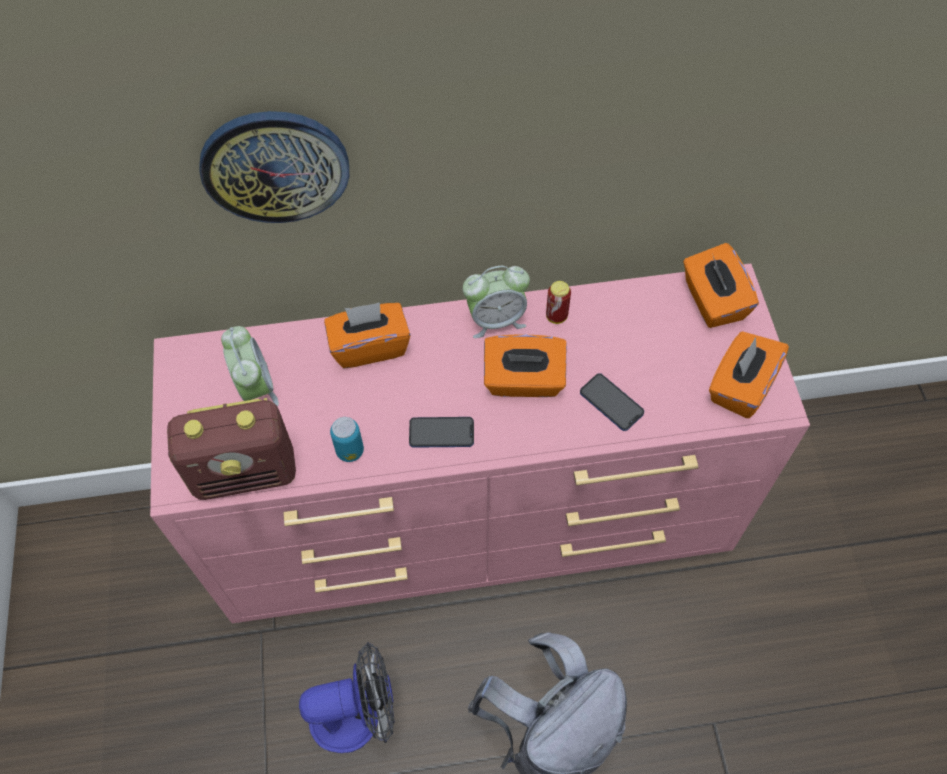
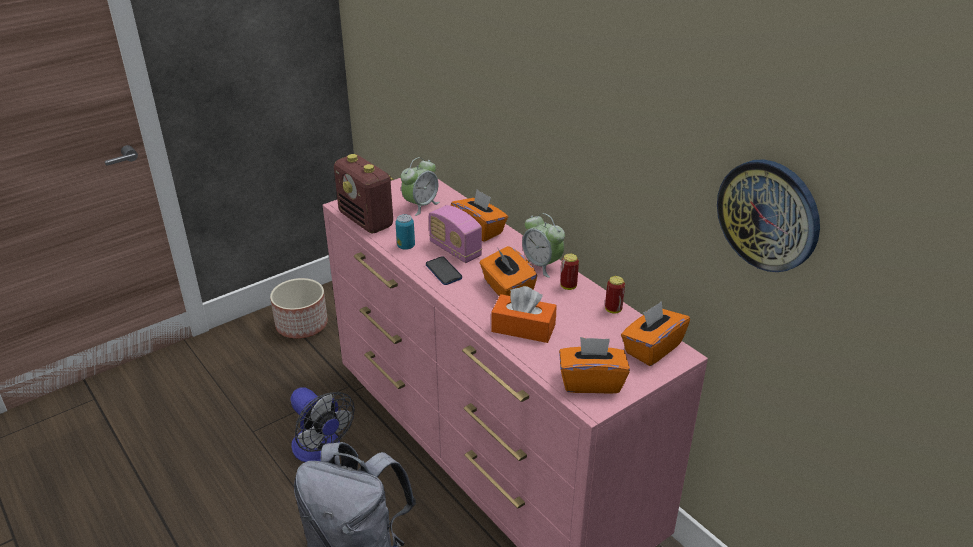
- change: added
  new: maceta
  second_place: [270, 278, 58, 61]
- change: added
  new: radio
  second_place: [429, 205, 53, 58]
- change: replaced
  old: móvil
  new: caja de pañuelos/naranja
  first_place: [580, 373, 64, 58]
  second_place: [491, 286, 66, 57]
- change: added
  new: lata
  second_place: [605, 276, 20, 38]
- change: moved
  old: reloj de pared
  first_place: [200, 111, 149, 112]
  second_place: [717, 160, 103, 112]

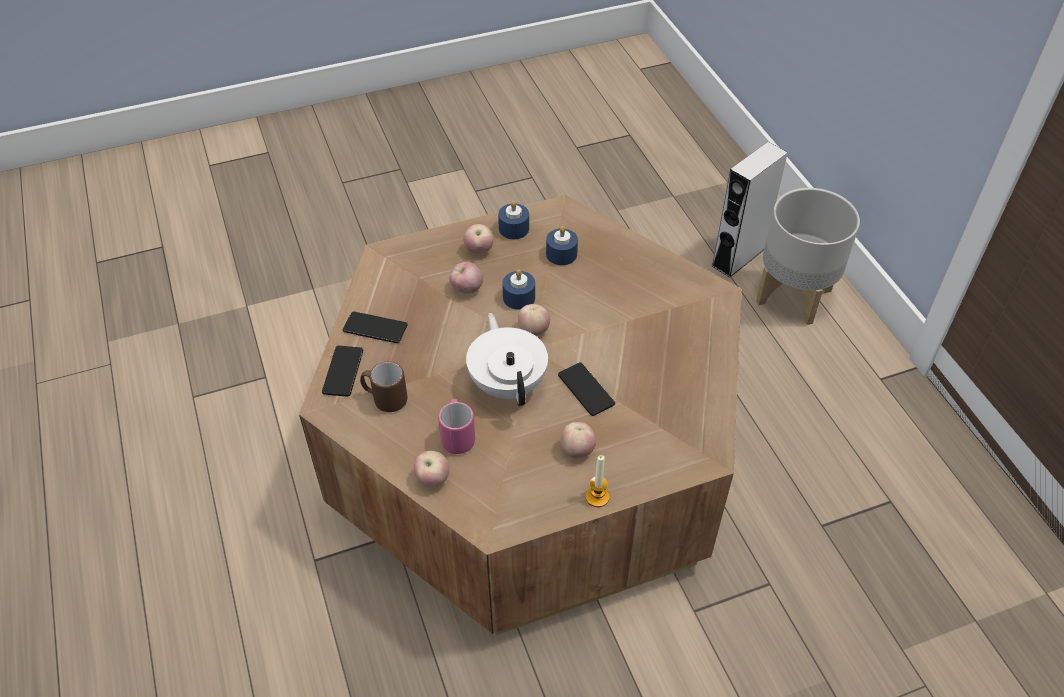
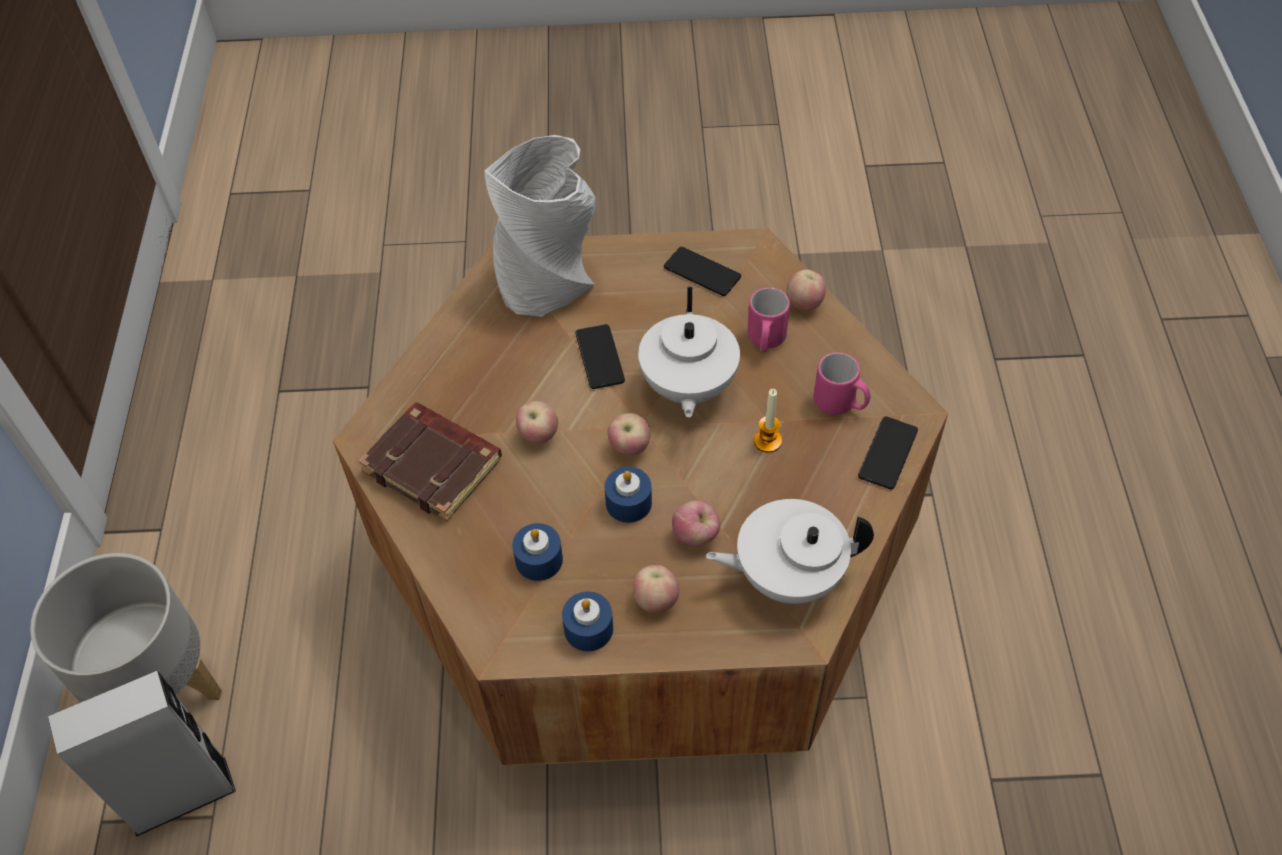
- change: added
  new: libro/marrón
  second_place: [359, 402, 143, 119]
- change: added
  new: florero/gris
  second_place: [484, 135, 112, 182]
- change: moved
  old: manzana
  first_place: [561, 422, 35, 36]
  second_place: [516, 401, 42, 43]
- change: moved
  old: móvil
  first_place: [343, 311, 65, 32]
  second_place: [664, 246, 77, 50]
- change: added
  new: tetera/blanco
  second_place: [706, 499, 168, 105]
- change: moved
  old: vela
  first_place: [586, 455, 24, 52]
  second_place: [754, 389, 28, 64]
- change: recoloured
  old: taza grande/marrón
  new: taza grande/rosa
  first_place: [360, 361, 47, 51]
  second_place: [814, 352, 56, 63]

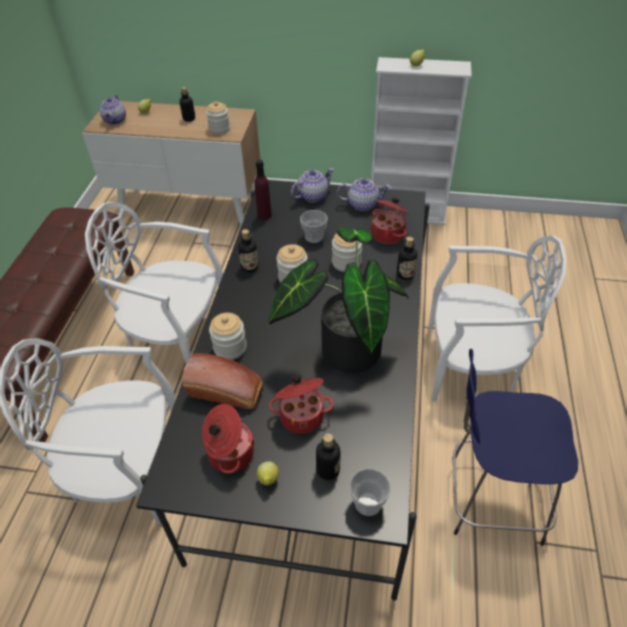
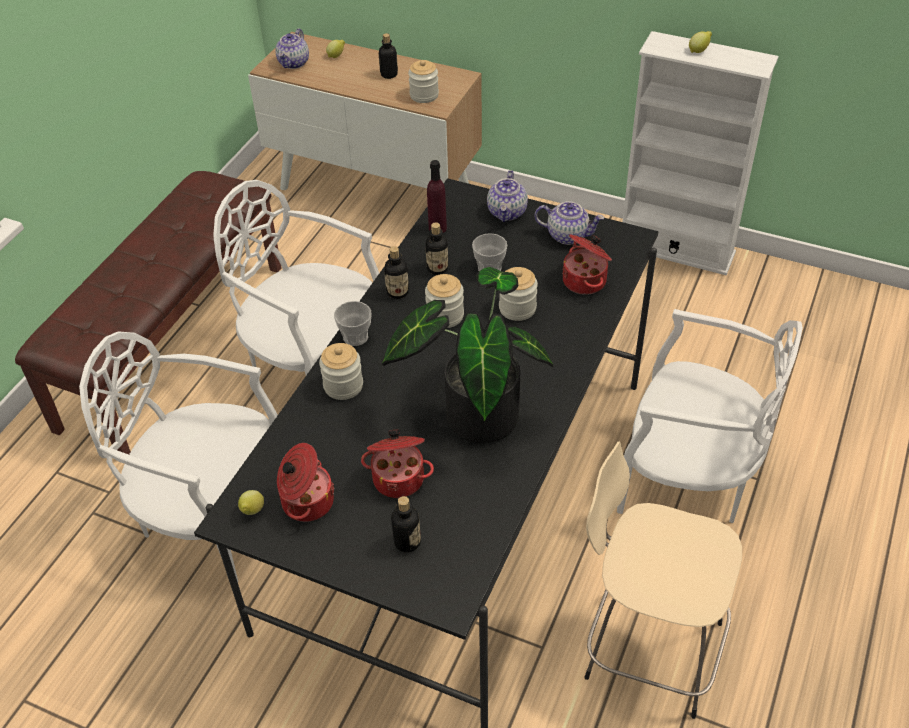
- change: moved
  old: limón
  first_place: [257, 461, 22, 24]
  second_place: [238, 490, 26, 25]
- change: moved
  old: taza
  first_place: [349, 468, 42, 48]
  second_place: [334, 301, 37, 45]
- change: moved
  old: botella
  first_place: [397, 237, 20, 43]
  second_place: [425, 222, 23, 53]
- change: turned
  old: tetera
  first_place: [291, 168, 43, 34]
  second_place: [487, 170, 41, 52]
  degrees: 120
- change: recoloured
  old: taburete/azul
  new: taburete/beis
  first_place: [452, 349, 126, 197]
  second_place: [584, 441, 158, 278]
- change: removed
  old: pan
  first_place: [182, 353, 81, 56]

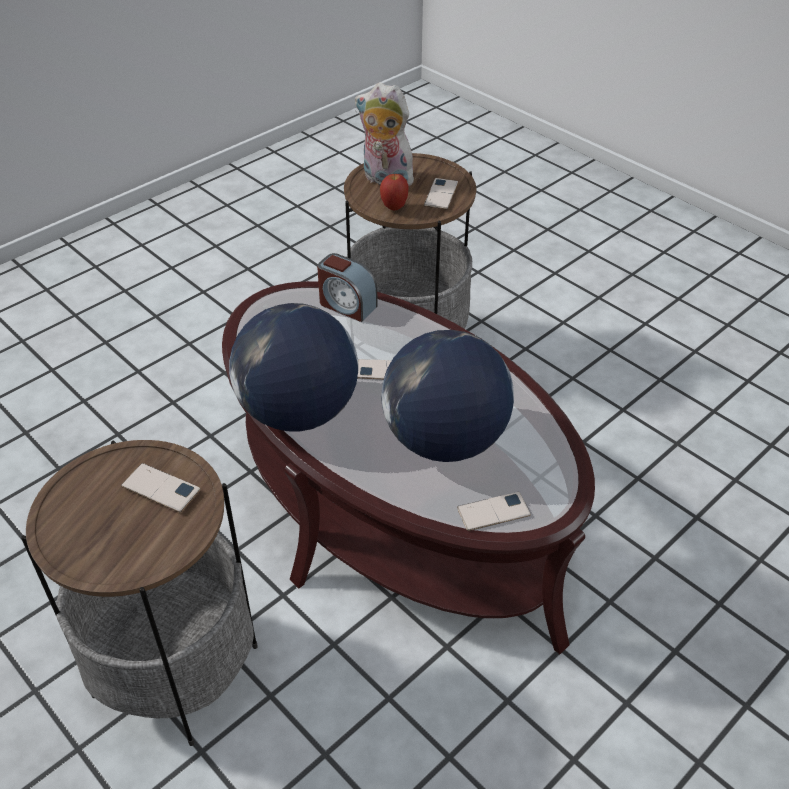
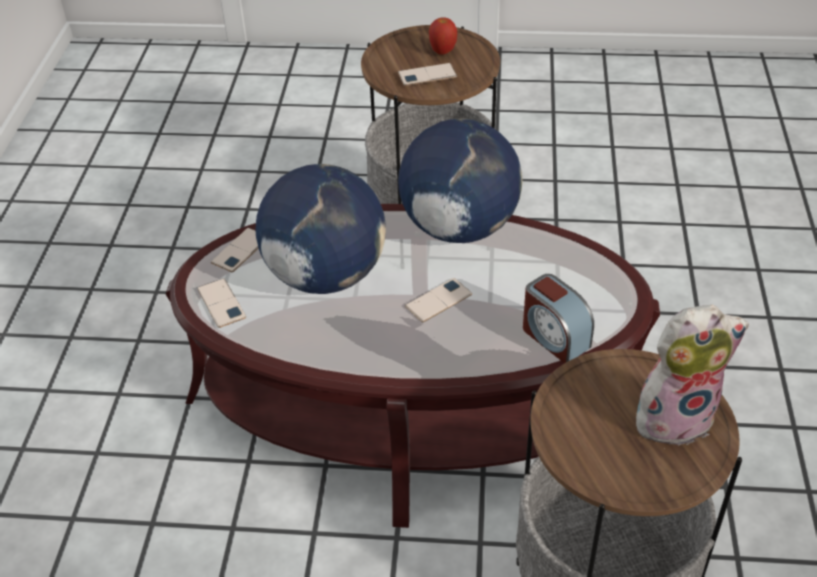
- change: moved
  old: móvil
  first_place: [424, 178, 34, 31]
  second_place: [197, 278, 49, 50]
- change: moved
  old: manzana
  first_place: [380, 174, 29, 36]
  second_place: [429, 17, 28, 38]
- change: turned
  old: despertador
  first_place: [317, 253, 61, 69]
  second_place: [523, 274, 71, 90]
  degrees: -120

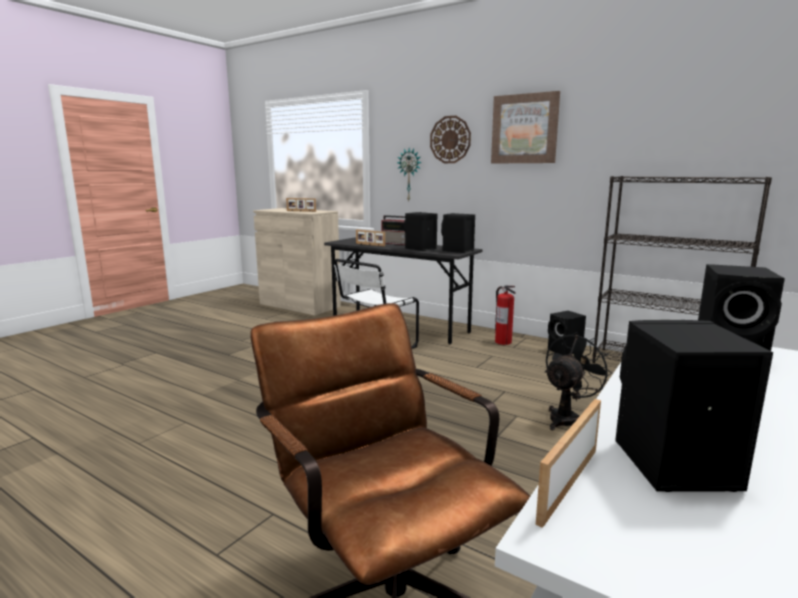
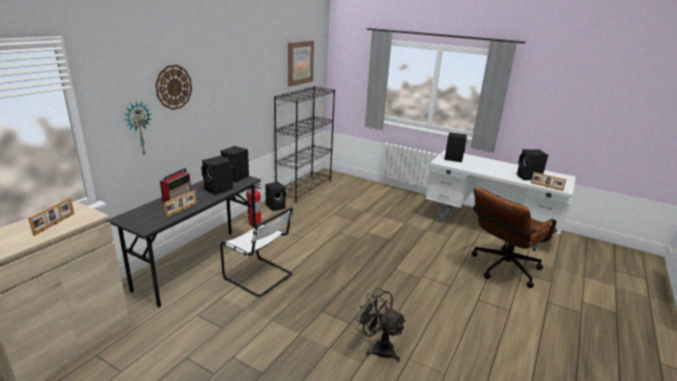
- change: moved
  old: cuadro
  first_place: [491, 91, 69, 72]
  second_place: [288, 40, 26, 47]
- change: moved
  old: ventilador/negro
  first_place: [545, 332, 67, 98]
  second_place: [355, 288, 51, 74]

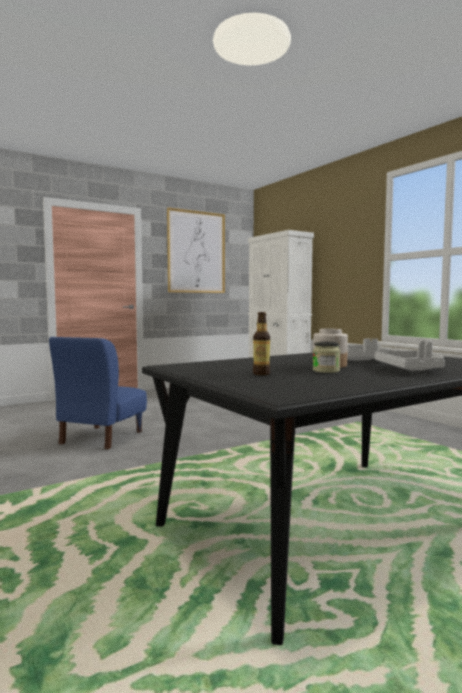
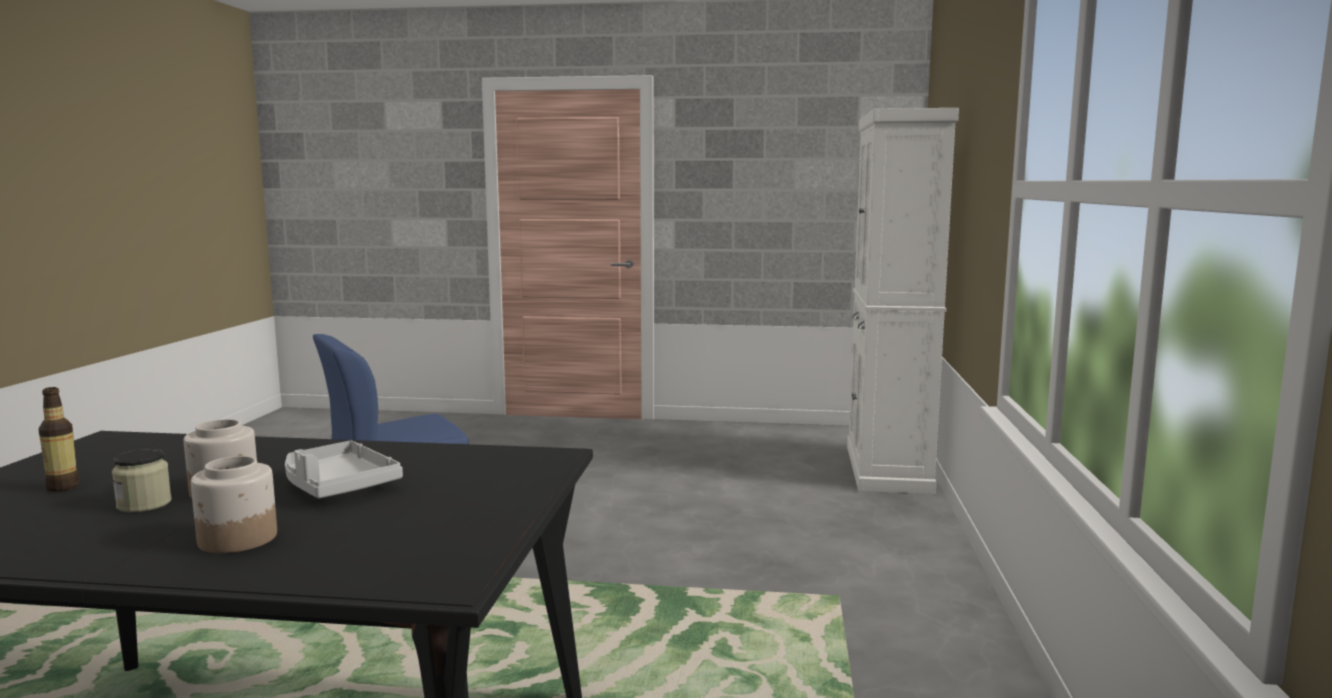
- change: replaced
  old: bandeja/gris
  new: tarro
  first_place: [375, 341, 70, 30]
  second_place: [191, 456, 86, 97]
- change: removed
  old: cuadro
  first_place: [167, 207, 58, 86]

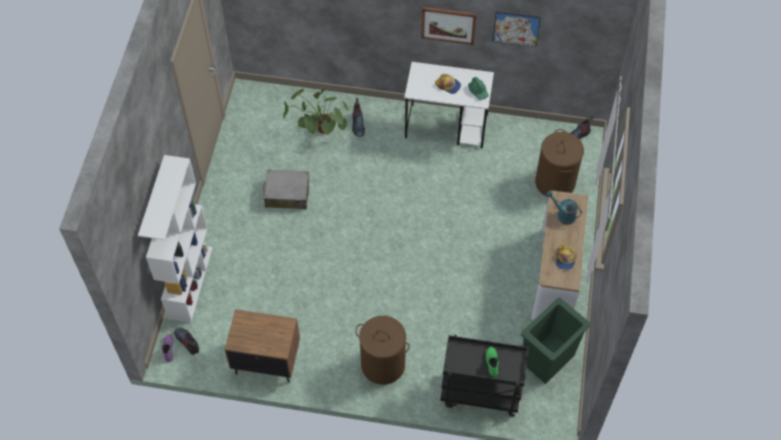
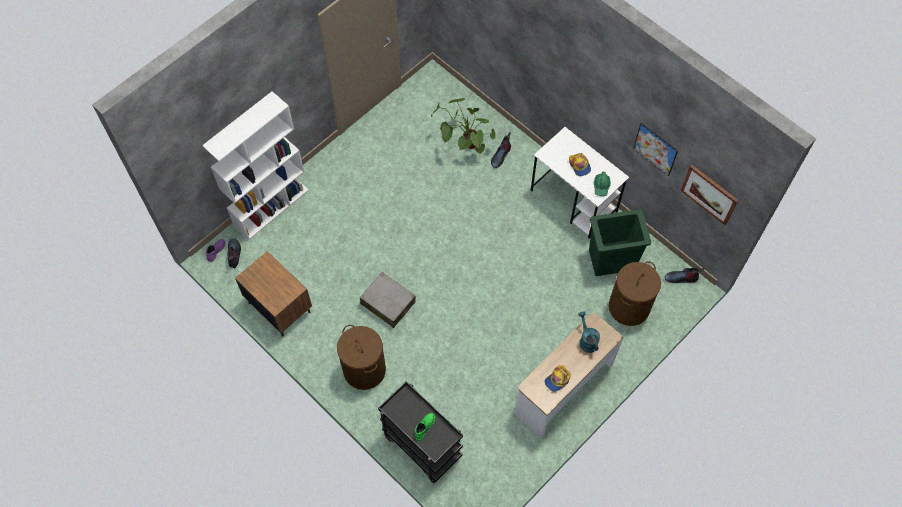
- change: moved
  old: maleta/gris
  first_place: [263, 170, 46, 39]
  second_place: [360, 272, 56, 56]
- change: moved
  old: papelera/verde
  first_place: [521, 298, 69, 86]
  second_place: [589, 209, 62, 67]
- change: moved
  old: cuadro
  first_place: [421, 7, 56, 38]
  second_place: [680, 165, 58, 60]

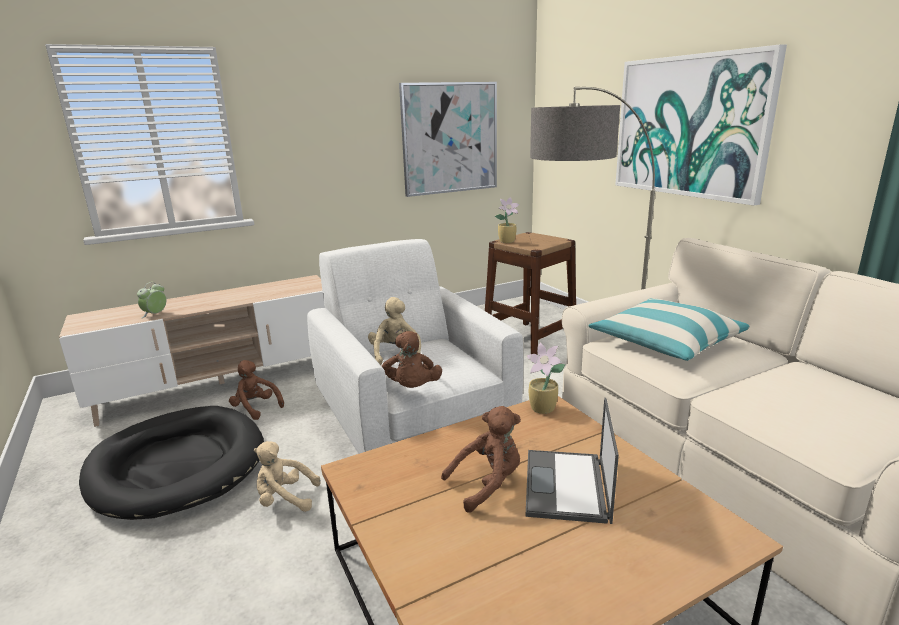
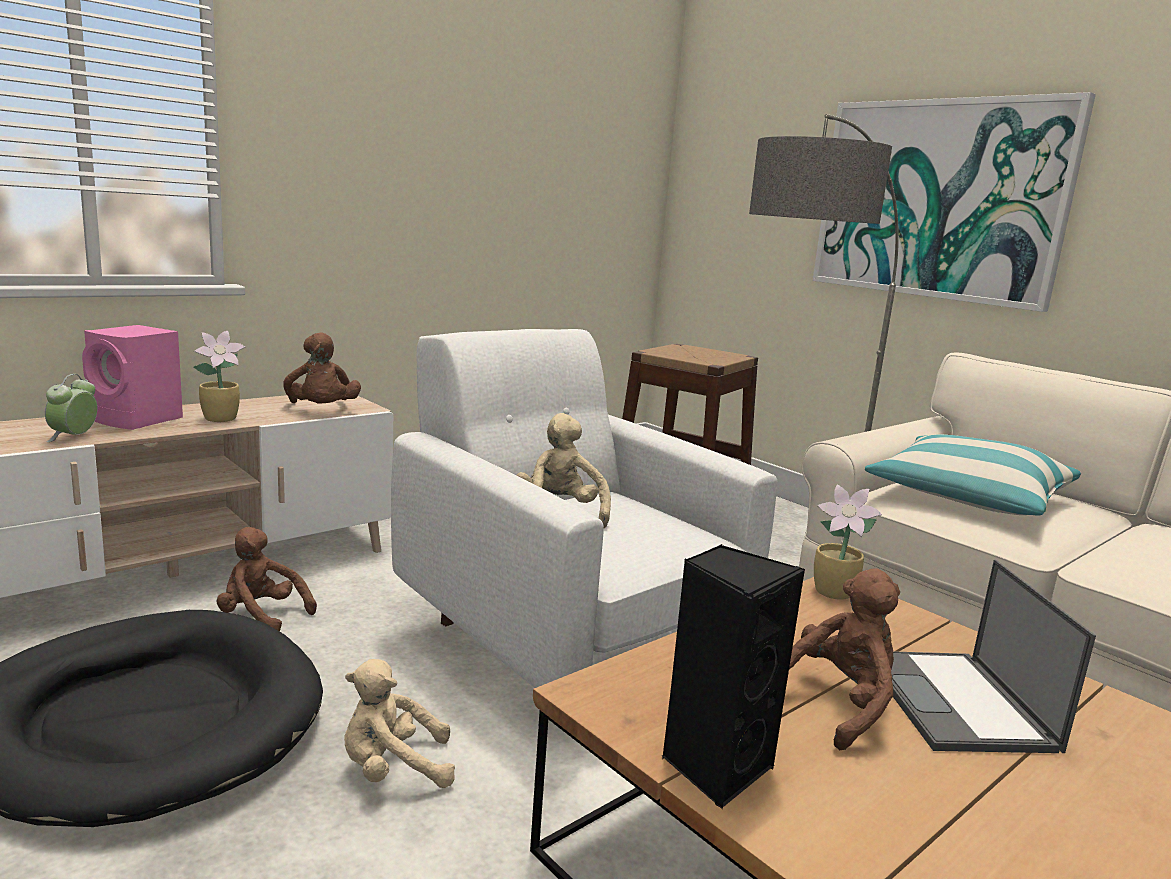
- change: added
  new: altavoz/rosa
  second_place: [82, 325, 101, 105]
- change: moved
  old: planta en maceta
  first_place: [495, 197, 24, 46]
  second_place: [193, 331, 52, 91]
- change: moved
  old: peluche/marrón
  first_place: [382, 331, 60, 57]
  second_place: [284, 332, 77, 71]
- change: added
  new: altavoz/negro
  second_place: [662, 544, 143, 265]
- change: removed
  old: cuadro
  first_place: [399, 82, 98, 115]

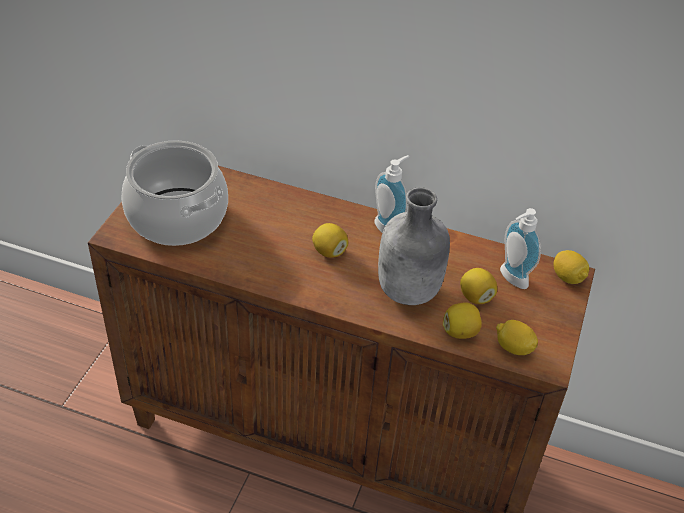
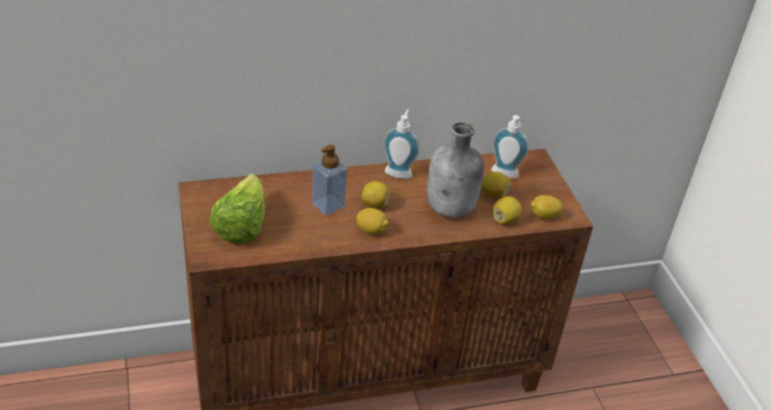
- change: replaced
  old: olla
  new: lechuga
  first_place: [122, 140, 106, 106]
  second_place: [209, 174, 56, 69]
- change: added
  new: dispensador de jabón
  second_place: [312, 145, 35, 70]
- change: moved
  old: limón
  first_place: [553, 250, 36, 34]
  second_place: [356, 208, 33, 27]

